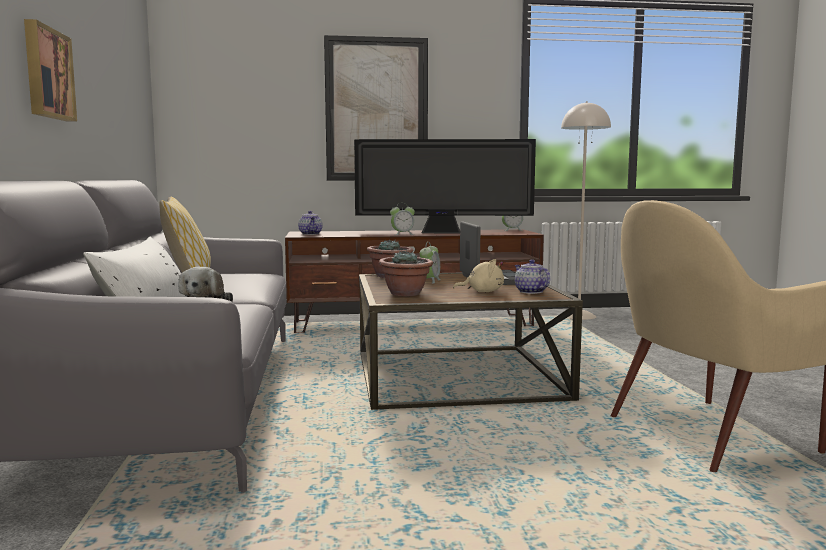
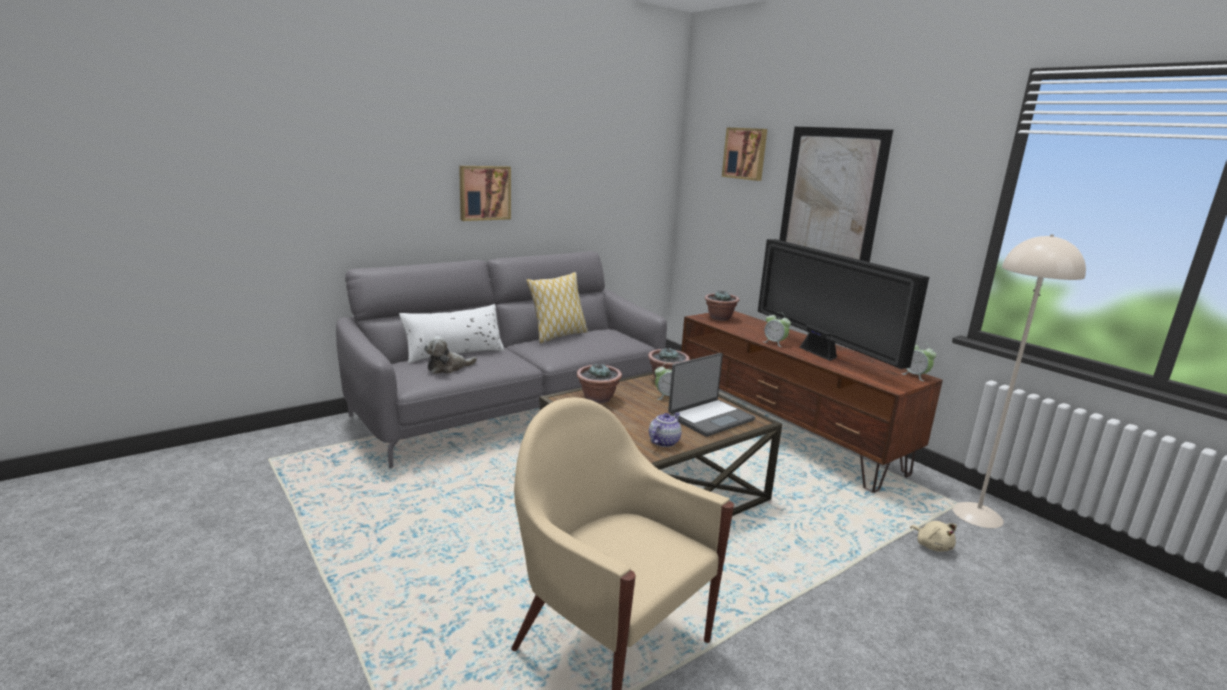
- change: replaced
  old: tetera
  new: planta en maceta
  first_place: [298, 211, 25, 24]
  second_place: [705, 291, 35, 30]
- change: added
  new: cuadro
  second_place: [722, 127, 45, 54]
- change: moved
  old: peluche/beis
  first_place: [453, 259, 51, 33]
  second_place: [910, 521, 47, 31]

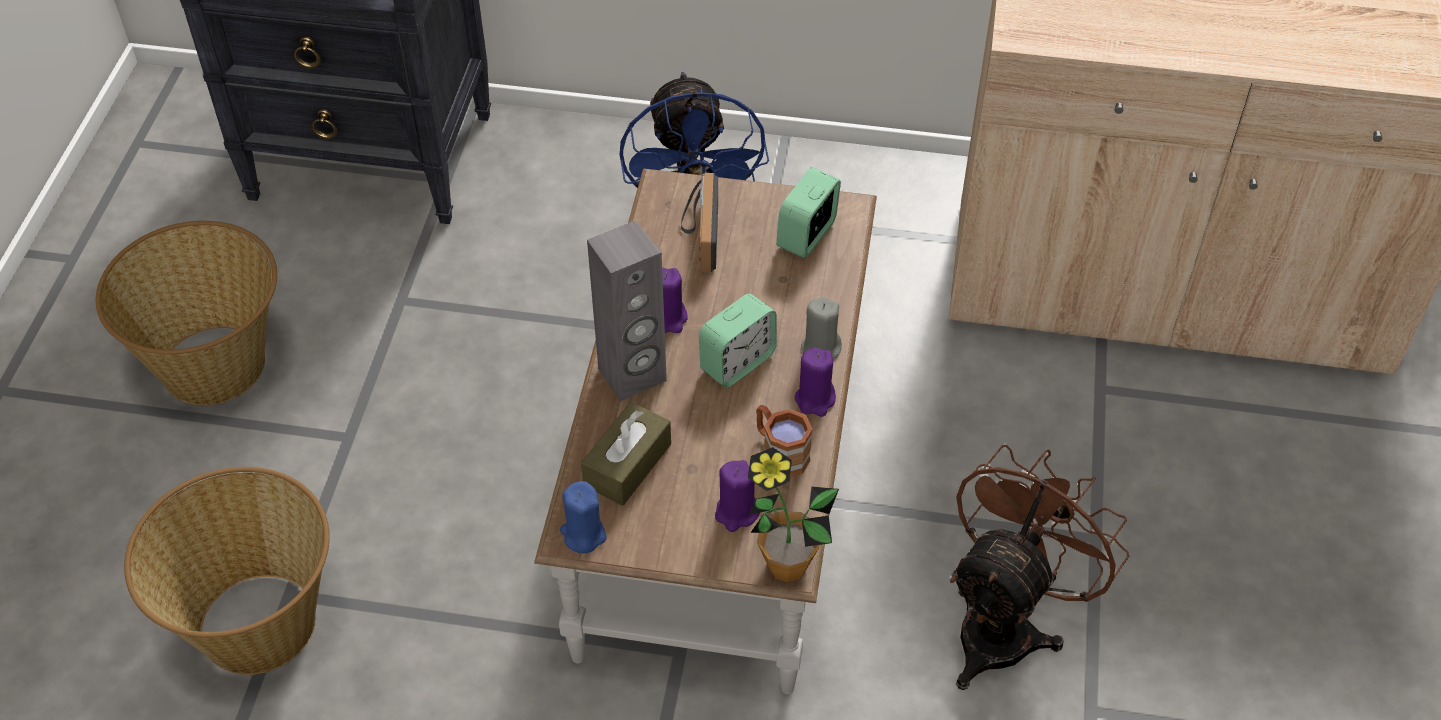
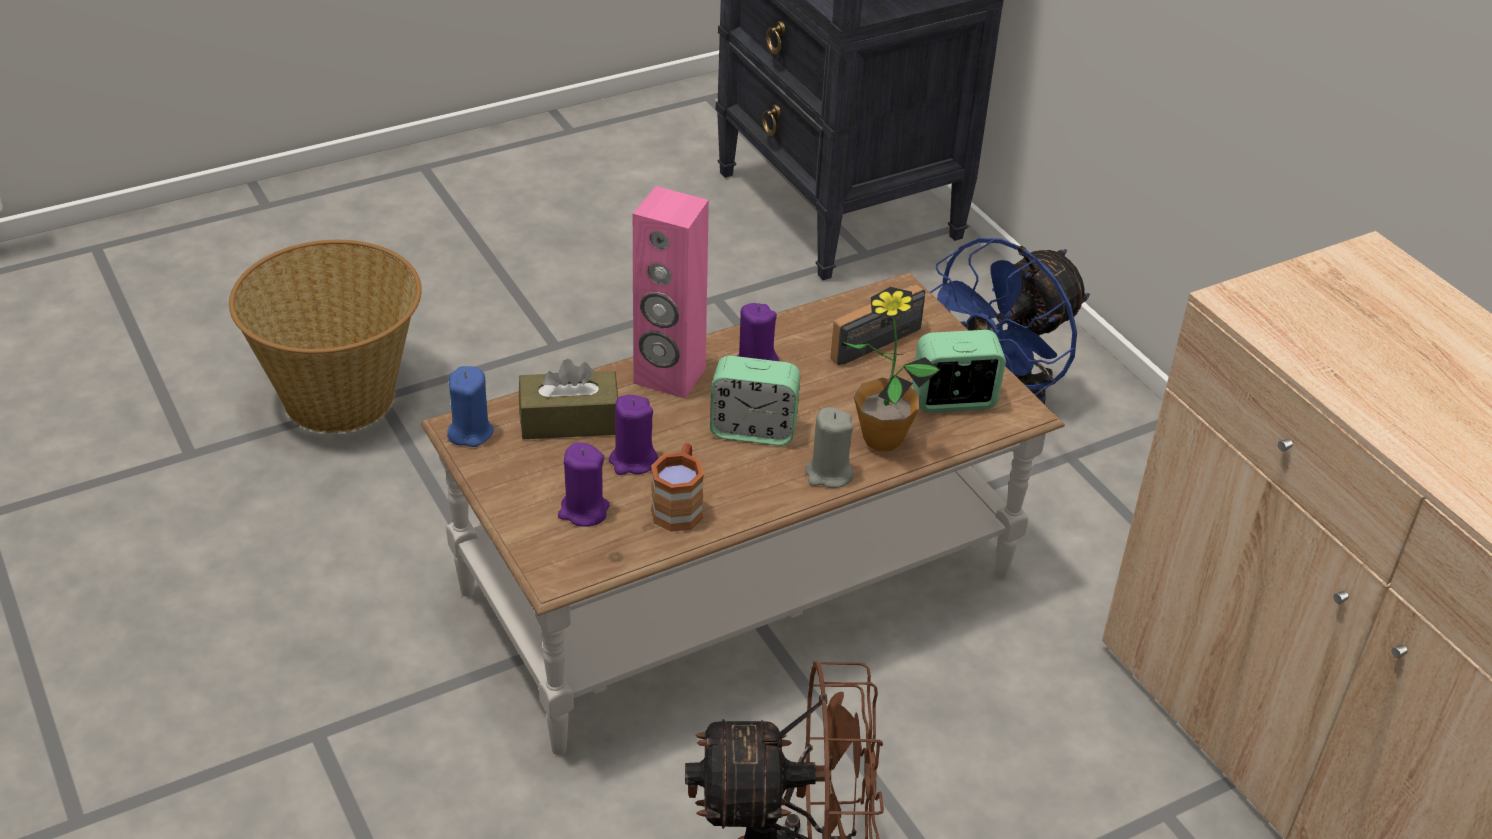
- change: moved
  old: vela/morado
  first_place: [795, 347, 41, 70]
  second_place: [609, 395, 49, 80]
- change: recoloured
  old: altavoz/gris
  new: altavoz/rosa
  first_place: [587, 220, 80, 181]
  second_place: [633, 186, 76, 213]
- change: moved
  old: planta en maceta
  first_place: [748, 447, 91, 135]
  second_place: [842, 287, 98, 165]
- change: removed
  old: cesta
  first_place: [96, 221, 181, 184]

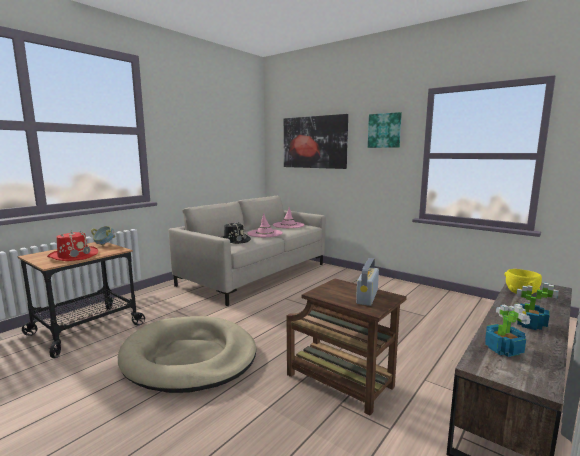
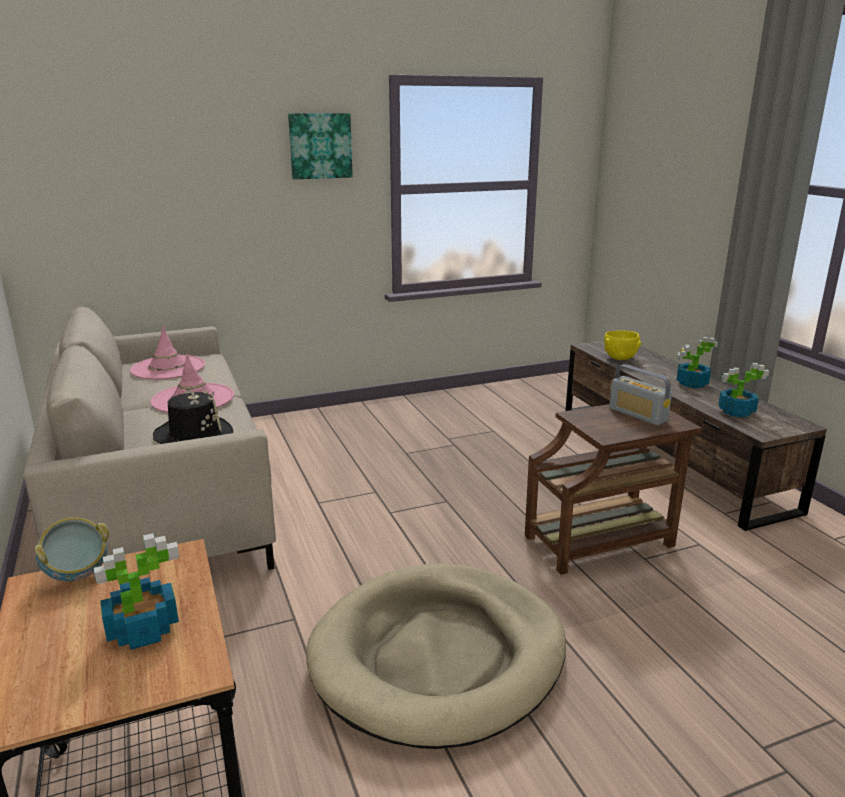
- change: replaced
  old: sombrero/rojo
  new: planta en maceta
  first_place: [47, 230, 51, 31]
  second_place: [94, 533, 85, 117]
- change: removed
  old: cuadro
  first_place: [284, 114, 64, 55]

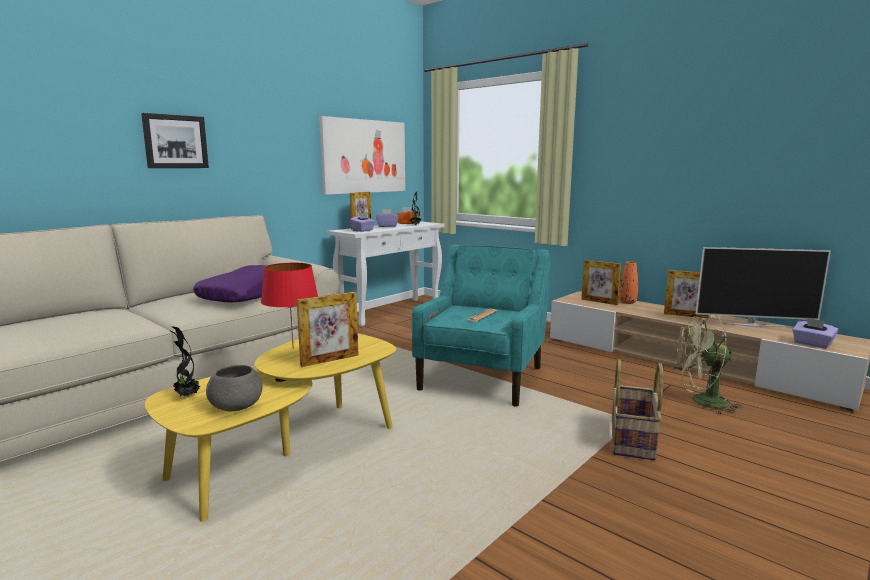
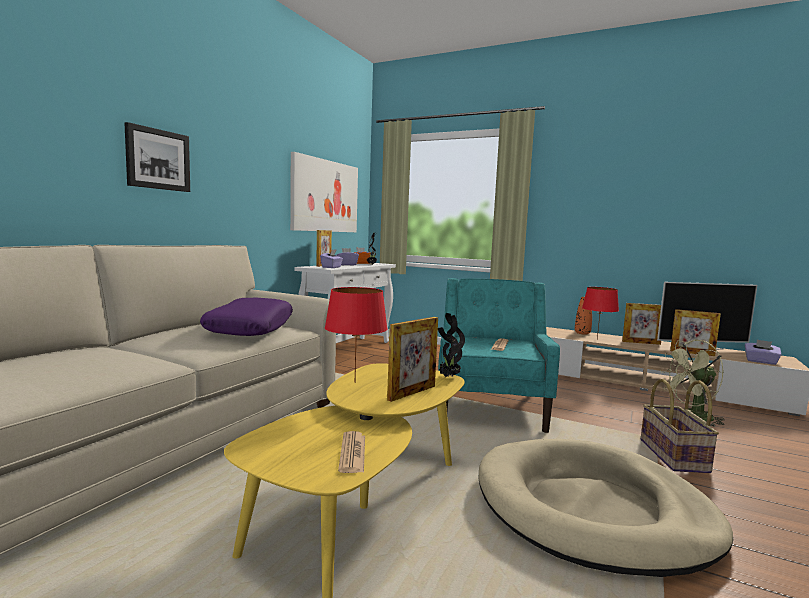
- change: replaced
  old: cuenco/gris
  new: periódico
  first_place: [206, 365, 57, 47]
  second_place: [338, 431, 27, 42]
- change: moved
  old: planta en maceta
  first_place: [170, 326, 31, 71]
  second_place: [438, 313, 27, 64]
- change: added
  new: cama para perro/beis
  second_place: [478, 439, 255, 138]
- change: added
  new: lámpara de mesa/rojo
  second_place: [582, 287, 37, 53]
- change: moved
  old: portarretratos
  first_place: [581, 260, 40, 45]
  second_place: [670, 309, 51, 47]

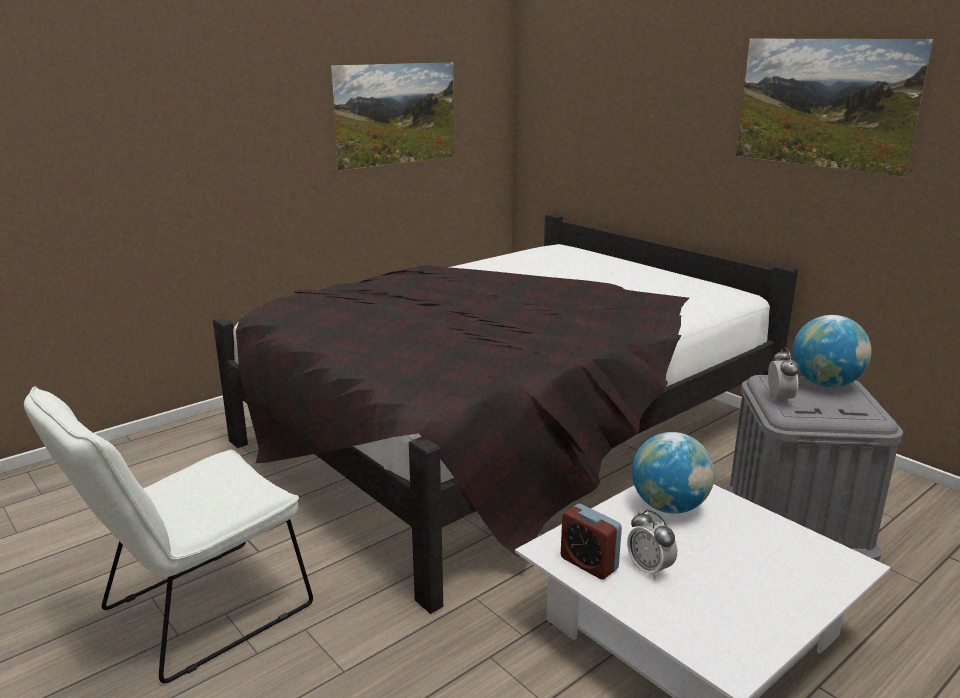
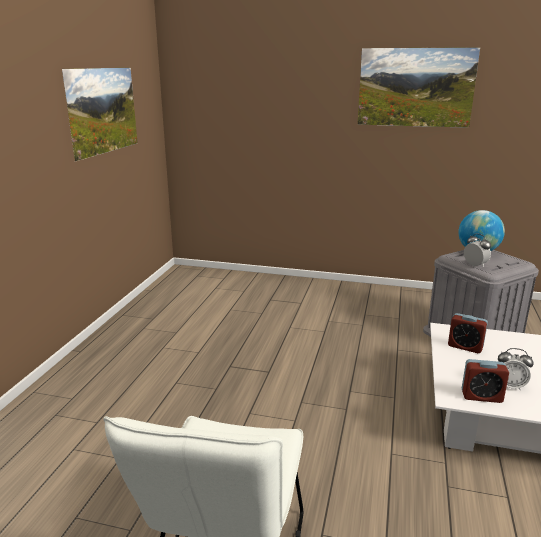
- change: replaced
  old: globo terráqueo
  new: despertador
  first_place: [632, 432, 83, 82]
  second_place: [448, 313, 40, 40]
- change: removed
  old: cama/negro
  first_place: [213, 213, 585, 401]

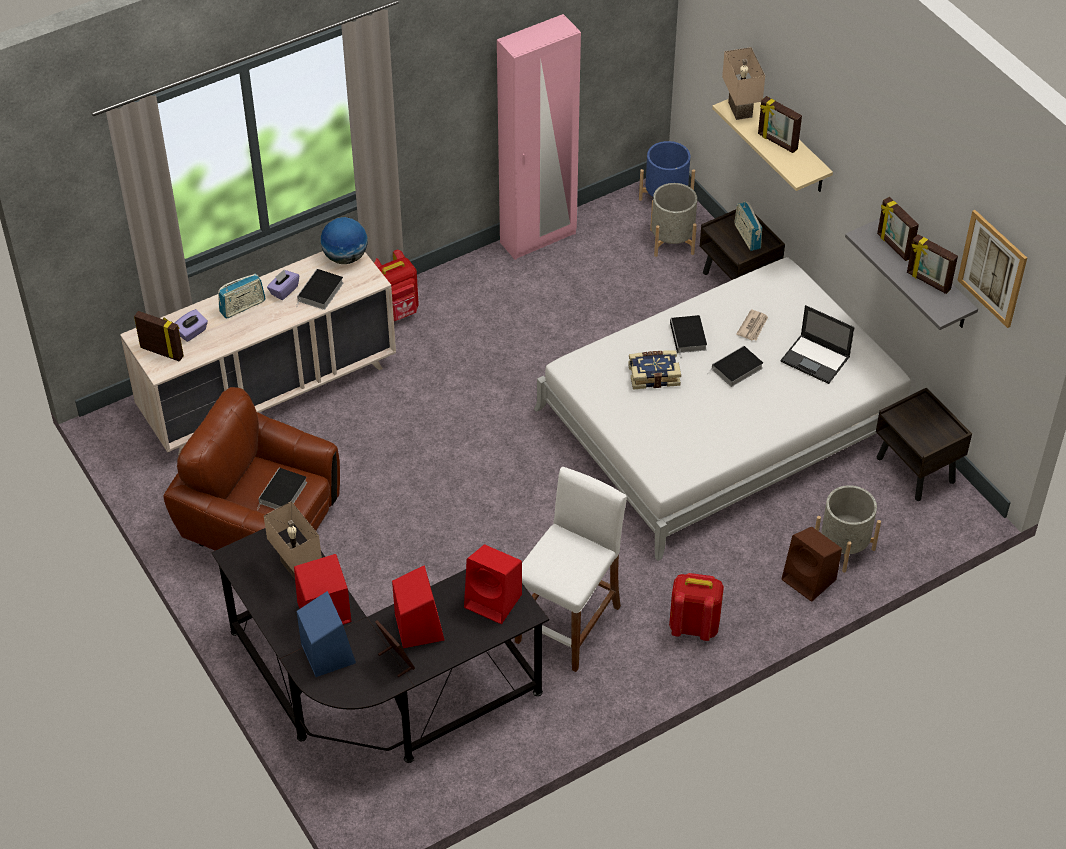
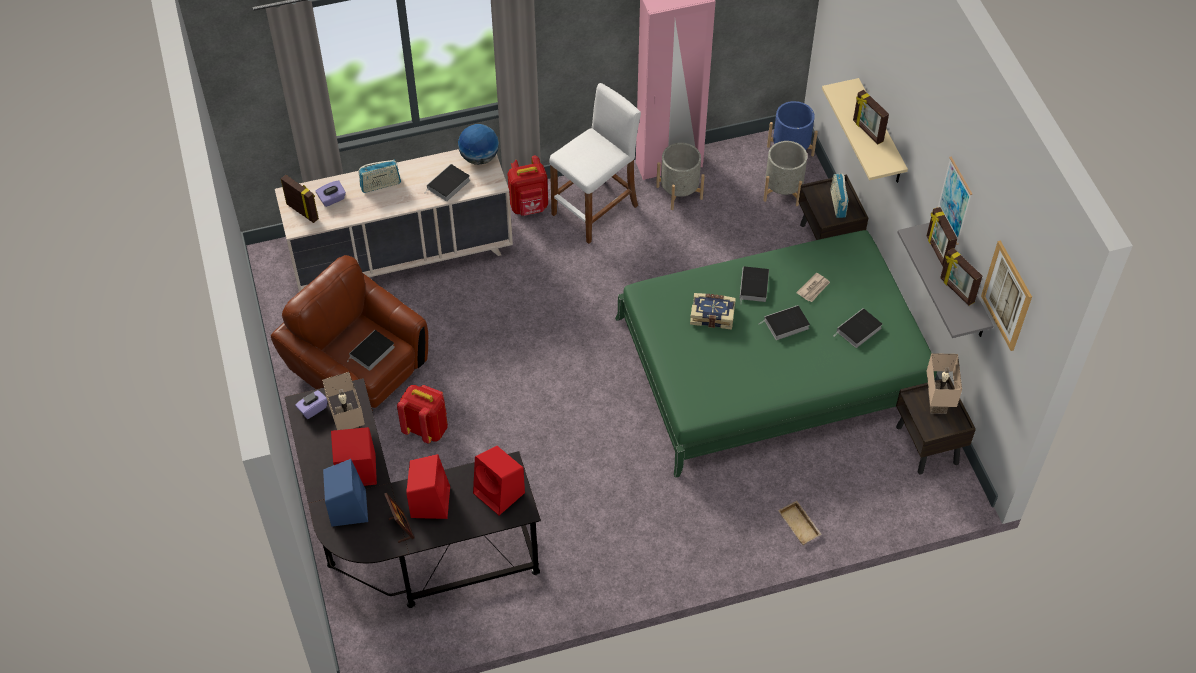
- change: moved
  old: caja de pañuelos/morado
  first_place: [267, 270, 32, 30]
  second_place: [295, 390, 33, 29]
- change: moved
  old: mochila/rojo
  first_place: [669, 573, 55, 68]
  second_place: [397, 385, 51, 58]
- change: moved
  old: taburete/blanco
  first_place: [515, 467, 112, 205]
  second_place: [549, 83, 92, 161]
- change: recoloured
  old: cama/blanco
  new: cama/verde
  first_place: [534, 257, 377, 304]
  second_place: [615, 230, 322, 248]
- change: moved
  old: maceta/gris
  first_place: [815, 485, 66, 88]
  second_place: [656, 143, 49, 67]
- change: replaced
  old: altavoz/marrón
  new: bandeja/beis
  first_place: [782, 527, 60, 75]
  second_place: [778, 501, 44, 44]
- change: replaced
  old: portátil
  new: libro
  first_place: [781, 305, 73, 79]
  second_place: [833, 308, 49, 40]
- change: moved
  old: lámpara de mesa/beis
  first_place: [722, 47, 43, 73]
  second_place: [927, 353, 35, 61]
- change: added
  new: cuadro
  second_place: [937, 157, 35, 88]

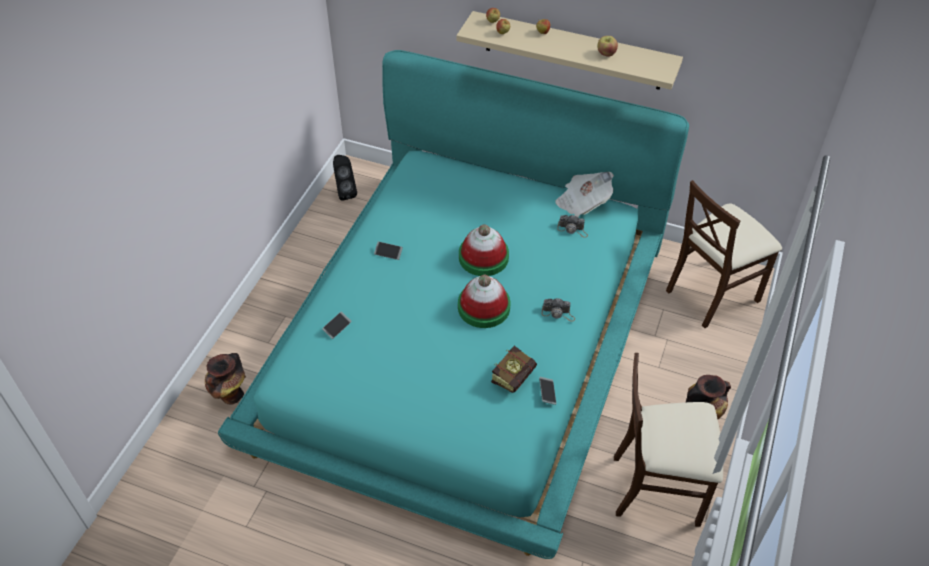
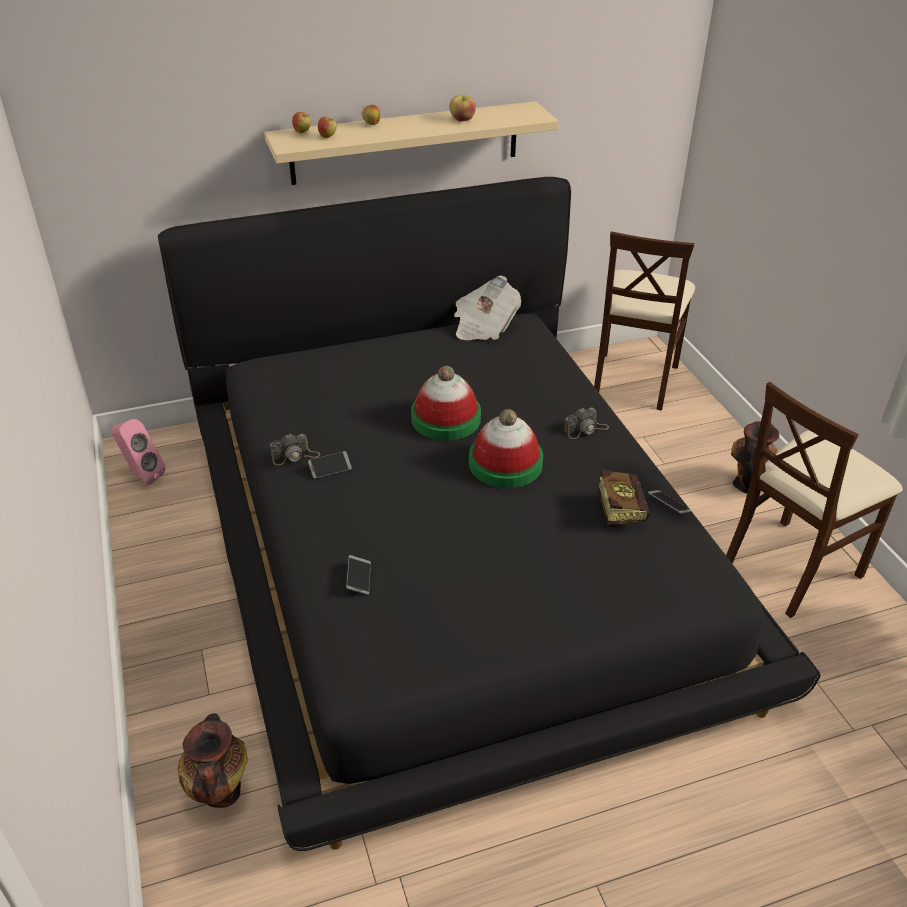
- change: recoloured
  old: altavoz/negro
  new: altavoz/rosa
  first_place: [333, 155, 24, 46]
  second_place: [111, 418, 55, 67]
- change: recoloured
  old: cama/turquesa
  new: cama/negro
  first_place: [218, 50, 471, 509]
  second_place: [158, 177, 663, 674]
- change: moved
  old: cámara
  first_place: [557, 215, 31, 23]
  second_place: [270, 434, 50, 31]

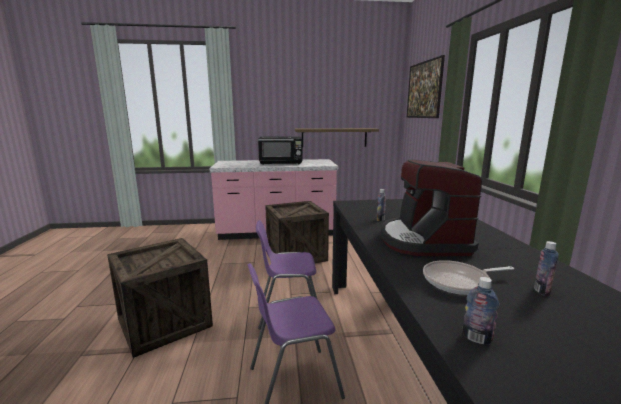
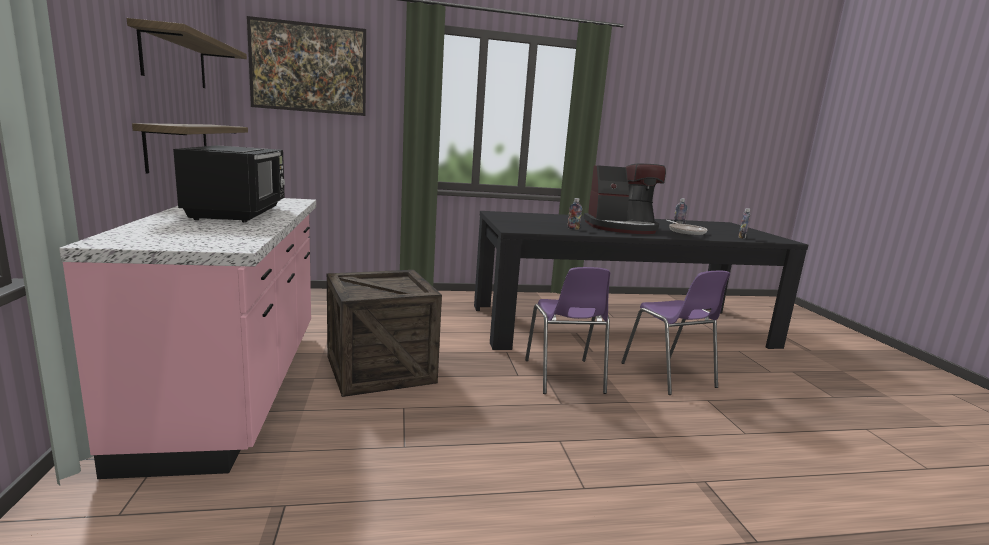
- change: added
  new: estante
  second_place: [127, 18, 120, 70]
- change: removed
  old: caja de embalaje
  first_place: [107, 238, 106, 120]

